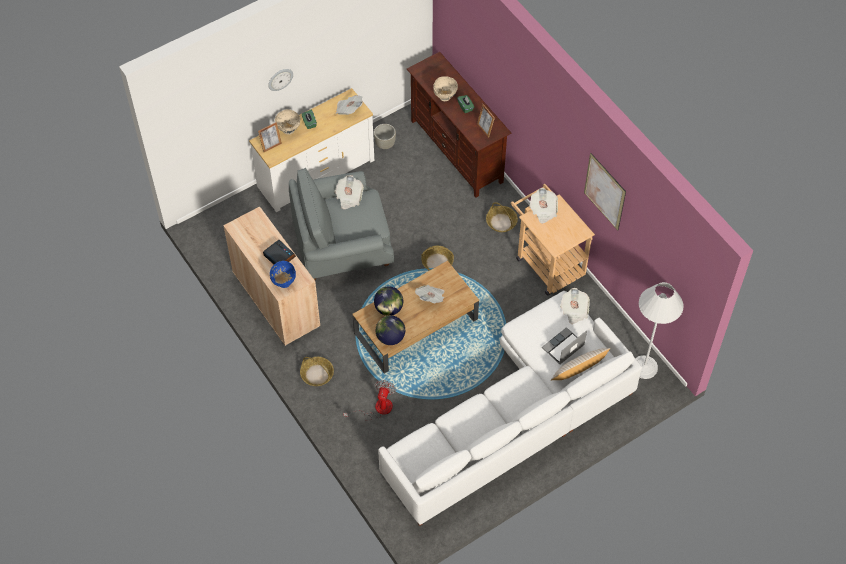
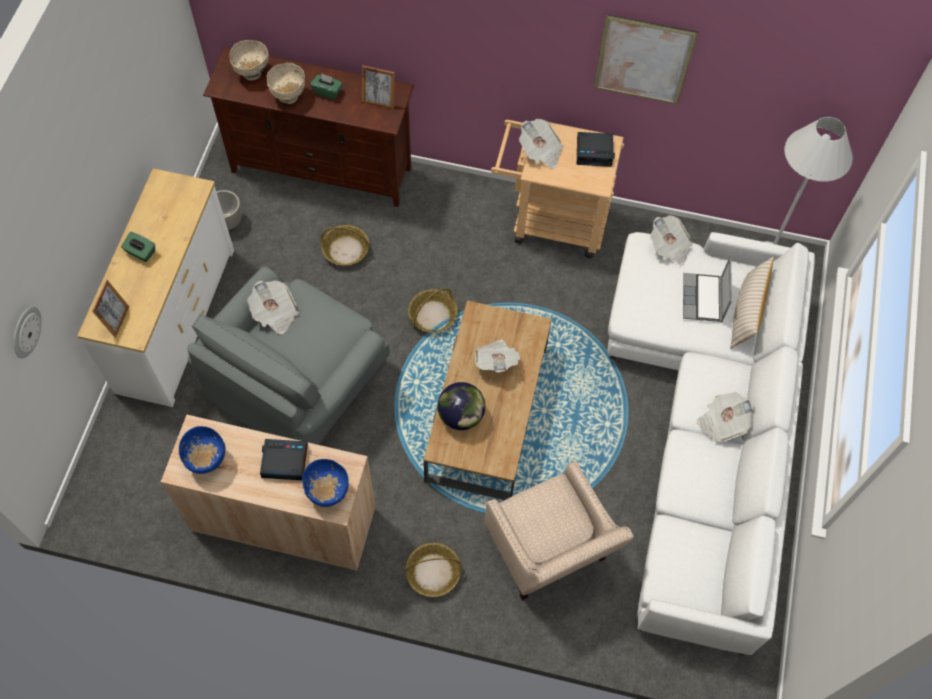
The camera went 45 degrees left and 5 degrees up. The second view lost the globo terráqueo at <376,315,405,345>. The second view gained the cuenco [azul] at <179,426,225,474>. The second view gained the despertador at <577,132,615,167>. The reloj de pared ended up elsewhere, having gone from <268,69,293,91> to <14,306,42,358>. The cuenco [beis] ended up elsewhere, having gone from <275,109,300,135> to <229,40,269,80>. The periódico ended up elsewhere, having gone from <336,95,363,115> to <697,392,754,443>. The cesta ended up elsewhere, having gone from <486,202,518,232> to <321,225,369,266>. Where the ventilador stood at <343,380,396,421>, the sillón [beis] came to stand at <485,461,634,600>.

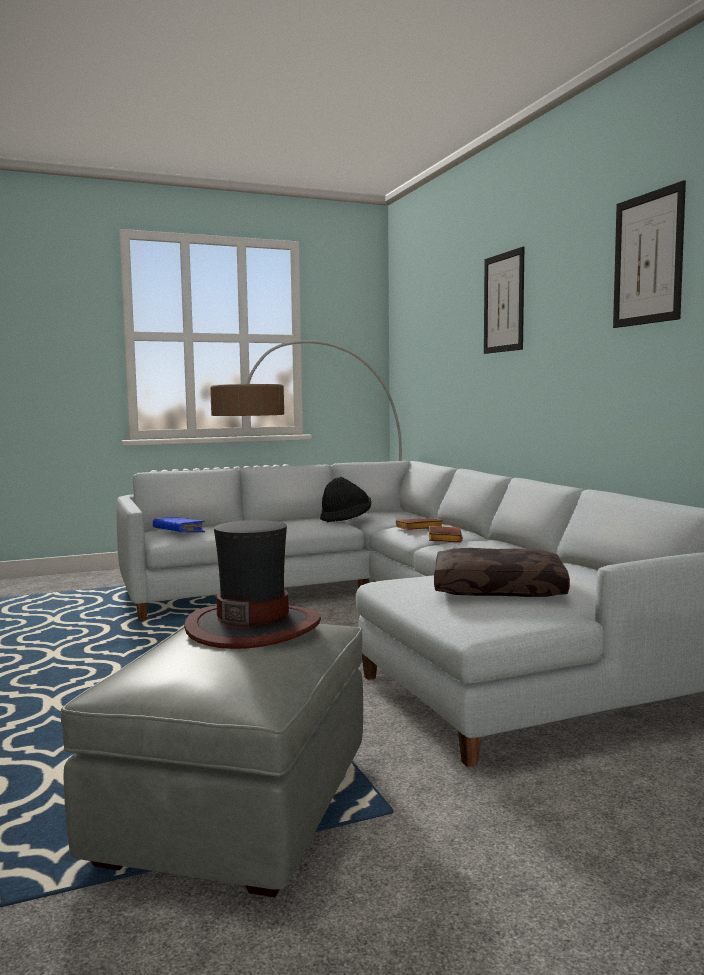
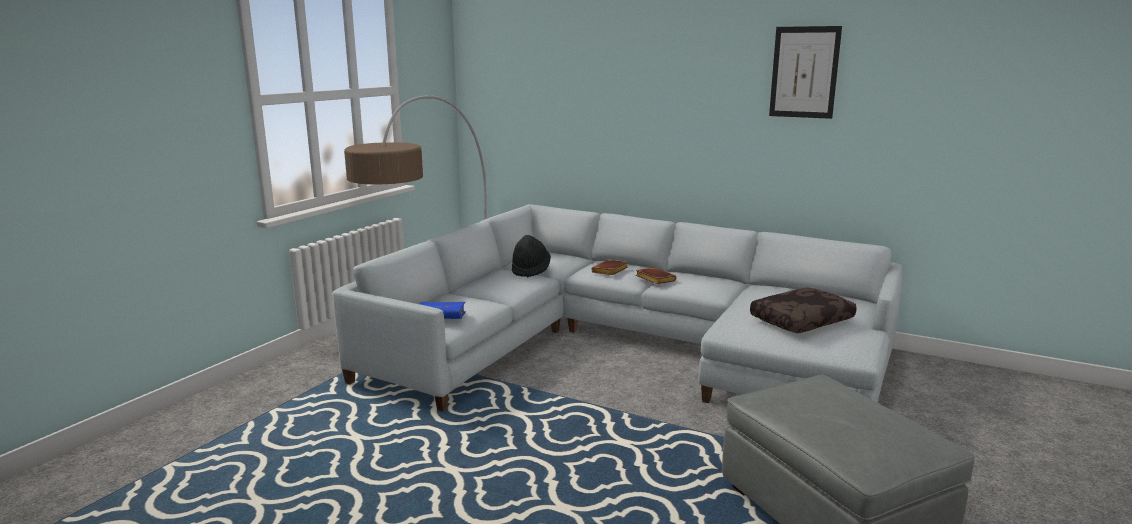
The camera went 40 degrees left and 10 degrees up. The second view lost the sombrero at <184,520,321,649>. The second view lost the cuadro at <484,247,524,354>.

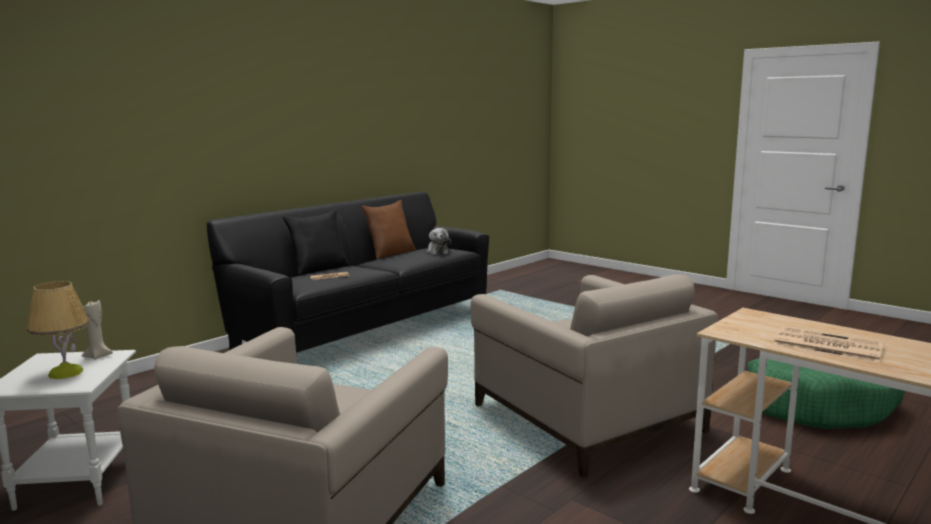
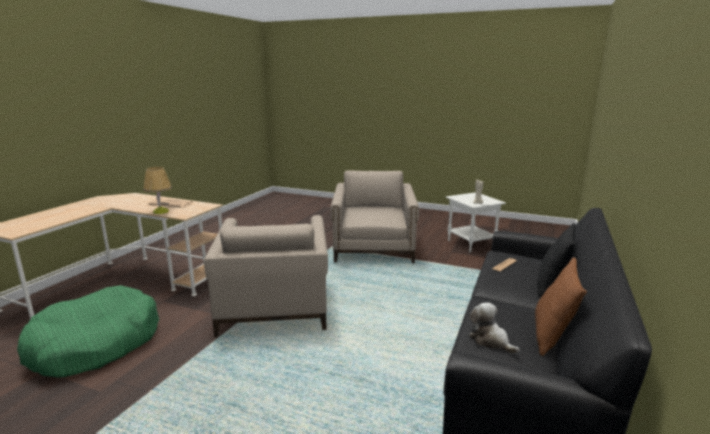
The camera went 160 degrees right and 5 degrees up. The lámpara de mesa ended up elsewhere, having gone from <27,281,90,379> to <143,167,172,214>. The sillón [beis] at <471,274,718,478> ended up facing another way, 135 degrees counterclockwise from before.

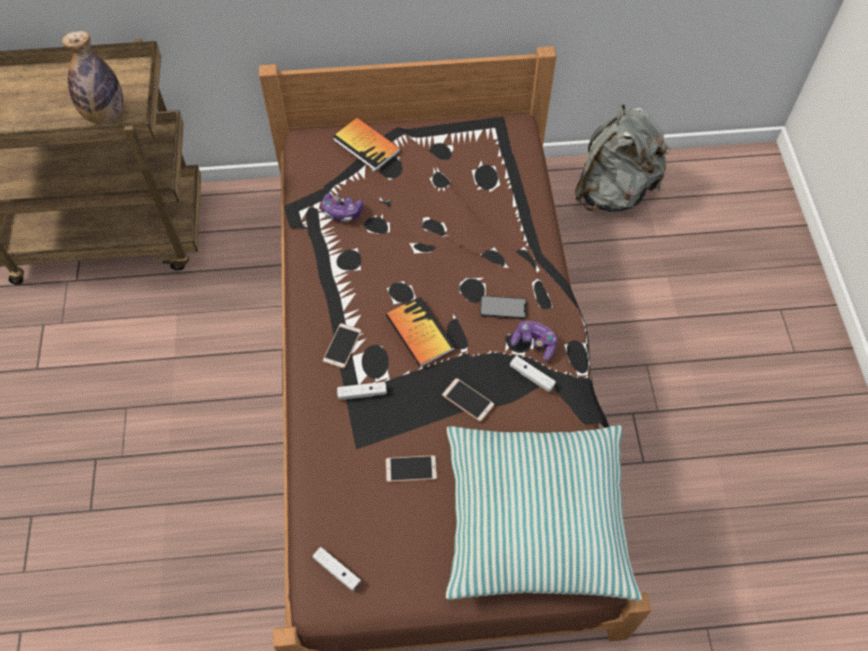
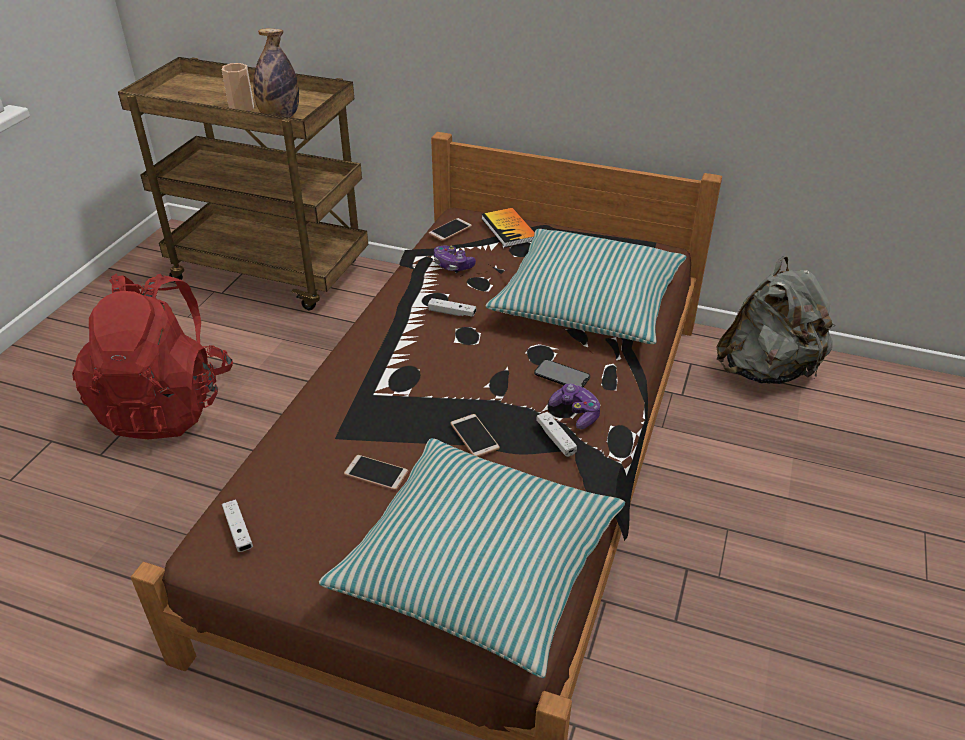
The camera went 25 degrees right and 20 degrees down. The second view lost the libro at <386,297,455,367>. The second view gained the mochila [rojo] at <72,274,233,439>. The second view gained the taza at <222,63,254,111>. The second view gained the cojín at <485,229,686,344>. The móvil ended up elsewhere, having gone from <323,323,362,369> to <429,218,472,241>. The mando de consola [blanco] ended up elsewhere, having gone from <337,382,387,400> to <428,298,476,317>.

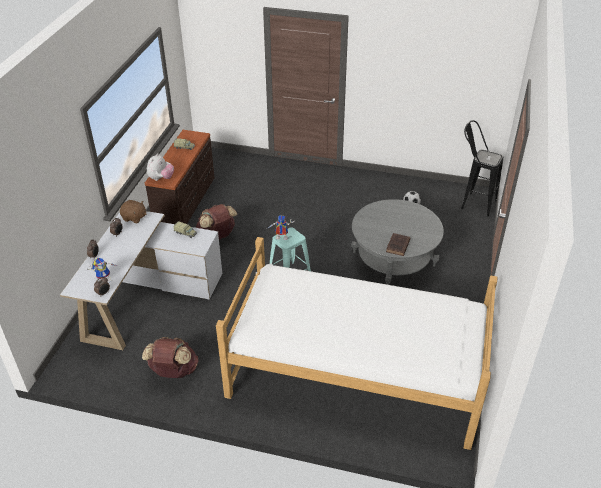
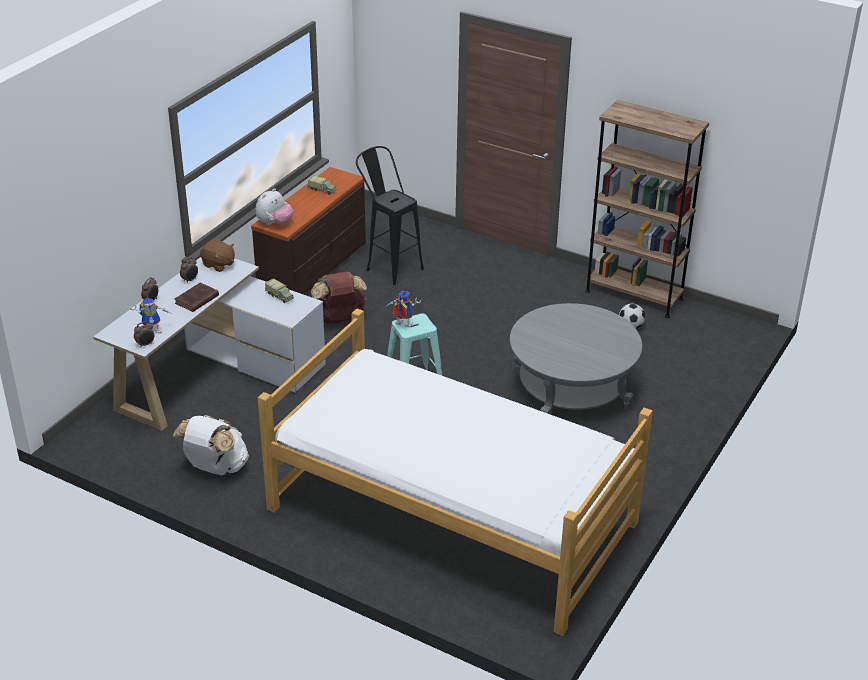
The camera went 15 degrees right and 5 degrees down. The second view gained the estantería [marrón] at <585,100,709,318>. The libro [marrón] ended up elsewhere, having gone from <386,233,410,256> to <175,283,219,312>. The taburete [negro] ended up elsewhere, having gone from <461,120,503,217> to <356,146,424,285>. What was the mochila [marrón] at <142,337,199,378> turned into the mochila [blanco] at <173,415,249,475>.

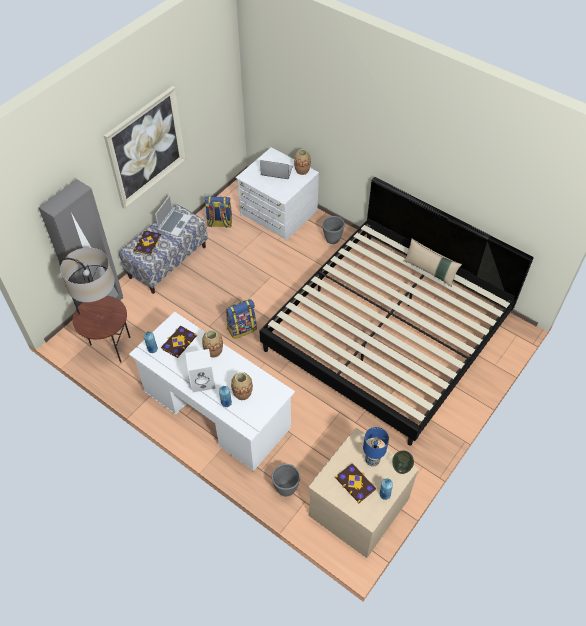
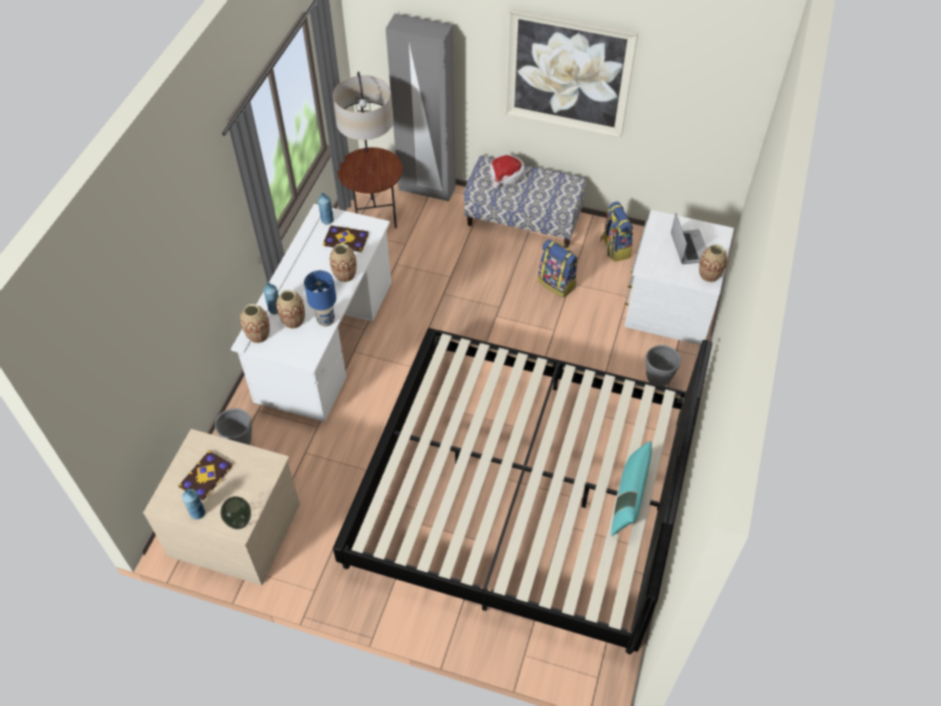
The camera went 70 degrees right and 0 degrees up. The second view lost the portátil at <155,195,192,237>. The second view lost the altavoz [blanco] at <185,349,216,393>. The second view gained the florero at <240,304,270,343>. The mochila ended up elsewhere, having gone from <226,299,257,339> to <538,239,578,298>. The lámpara de mesa [azul] ended up elsewhere, having gone from <363,427,389,467> to <304,270,336,326>. Where the libro stood at <134,230,161,255>, the sombrero came to stand at <490,154,525,189>. What was the cojín [beis] at <404,238,462,287> turned into the cojín [turquesa] at <611,441,652,536>.

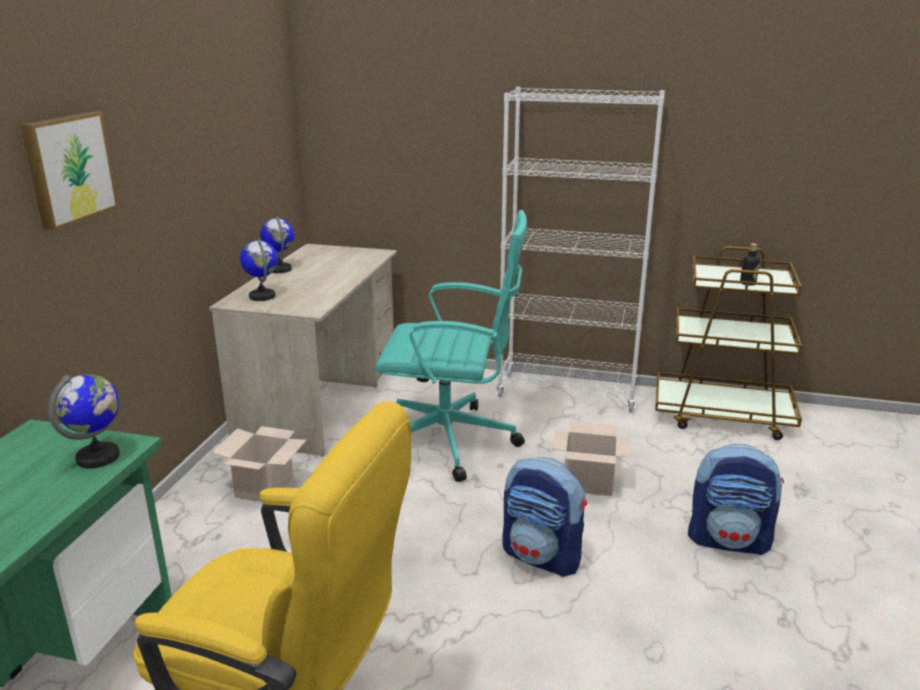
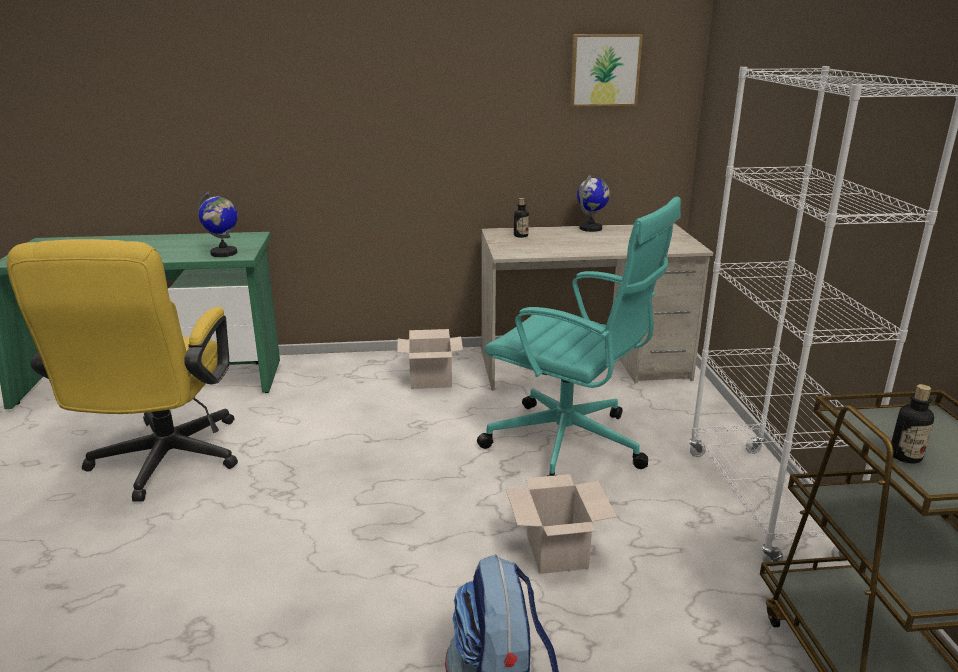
The camera went 70 degrees right and 0 degrees up. The second view lost the mochila at <502,457,587,577>. The cuadro ended up elsewhere, having gone from <21,111,119,230> to <570,34,643,107>. Where the globo terráqueo stood at <240,239,278,301>, the botella came to stand at <514,198,529,238>. The silla de oficina [turquesa] at <375,210,527,482> ended up facing another way, 45 degrees counterclockwise from before.

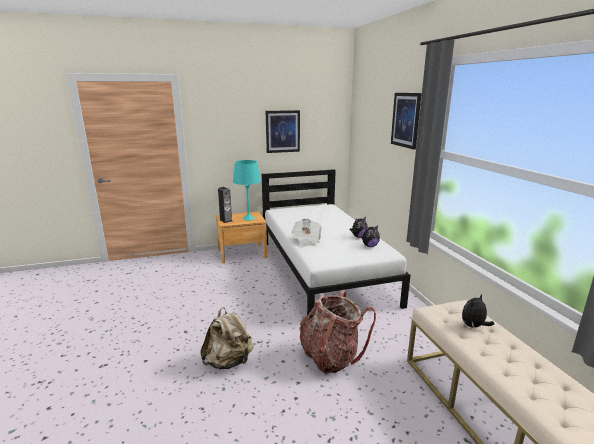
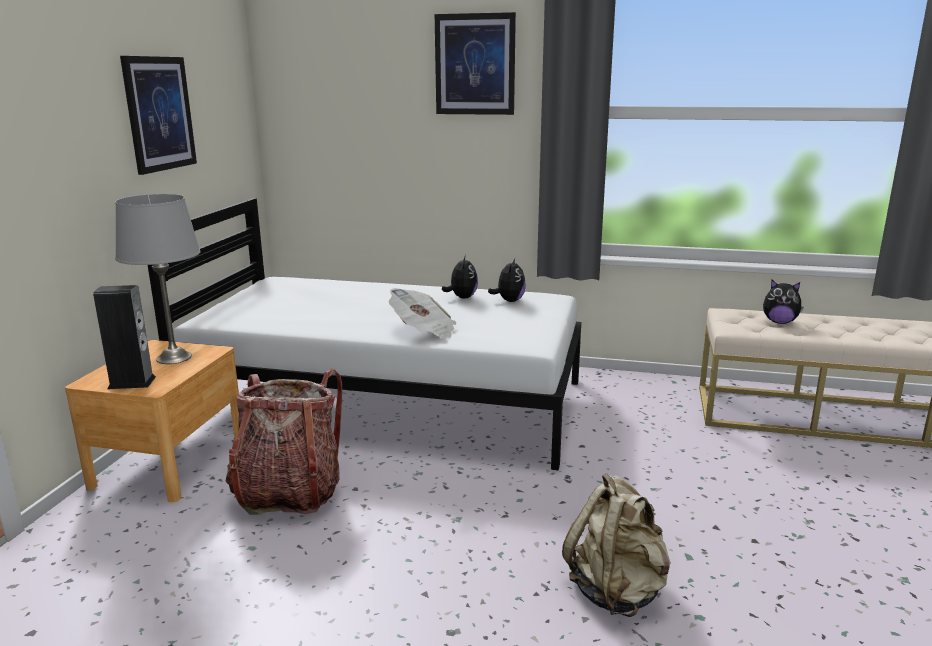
The camera went 60 degrees left and 0 degrees up. The mochila ended up elsewhere, having gone from <299,290,376,374> to <226,369,342,515>. What was the lámpara de mesa [turquesa] at <233,160,261,220> turned into the lámpara de mesa [gris] at <115,194,201,364>. The peluche at <462,293,494,328> ended up facing another way, 60 degrees counterclockwise from before.

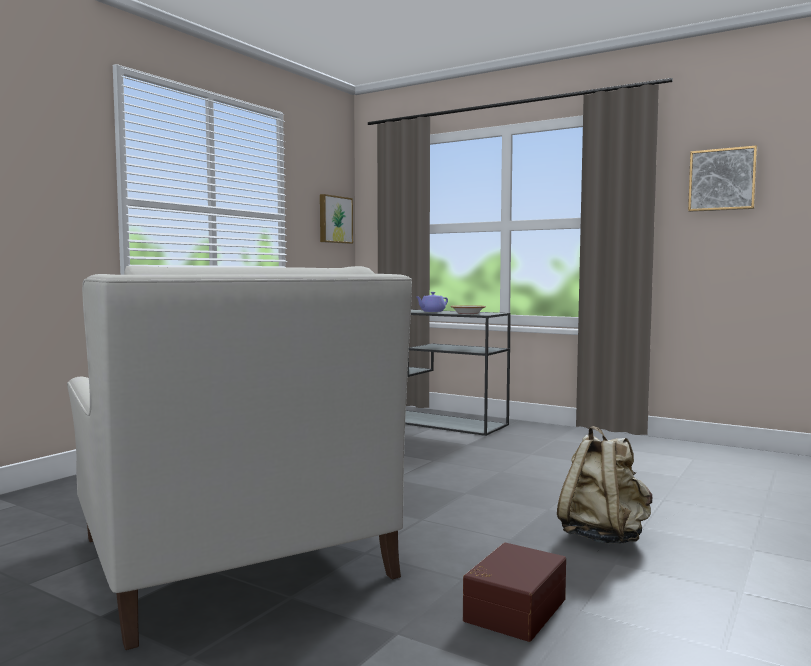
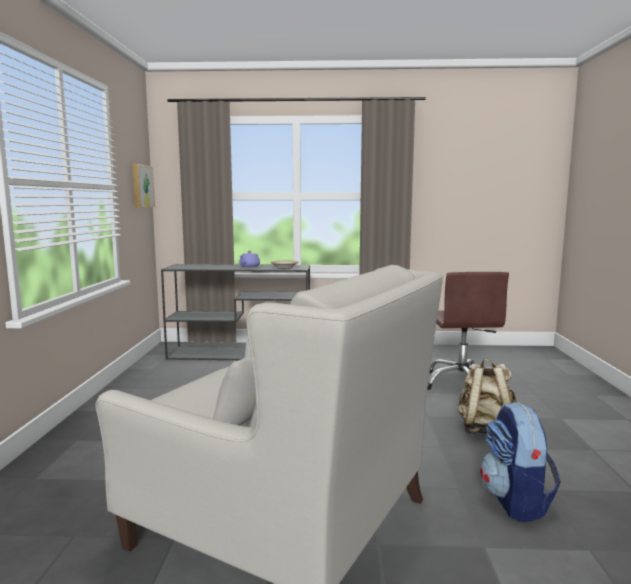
The camera went 30 degrees left and 5 degrees up. The second view lost the cuadro at <688,145,757,212>. The second view gained the silla de oficina [marrón] at <428,272,509,390>. Where the caja de almacenaje [marrón] stood at <463,542,566,642>, the mochila came to stand at <480,402,561,522>.

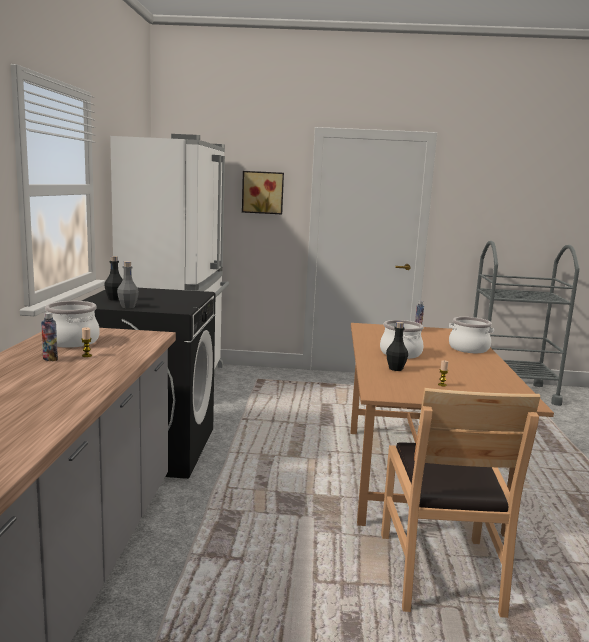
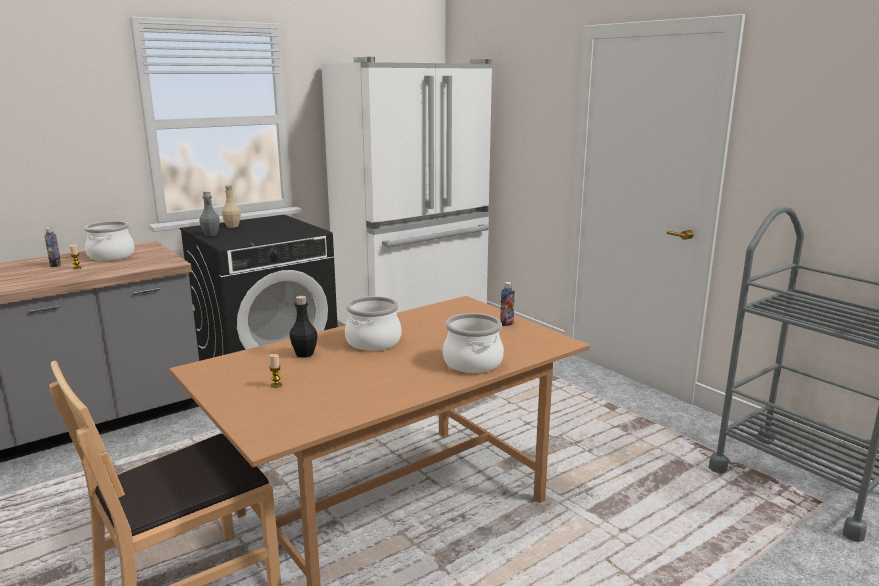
The camera went 50 degrees right and 5 degrees up. The second view lost the cuadro at <242,171,284,214>. What was the botella [negro] at <104,256,123,301> turned into the botella [beis] at <222,185,241,228>.

